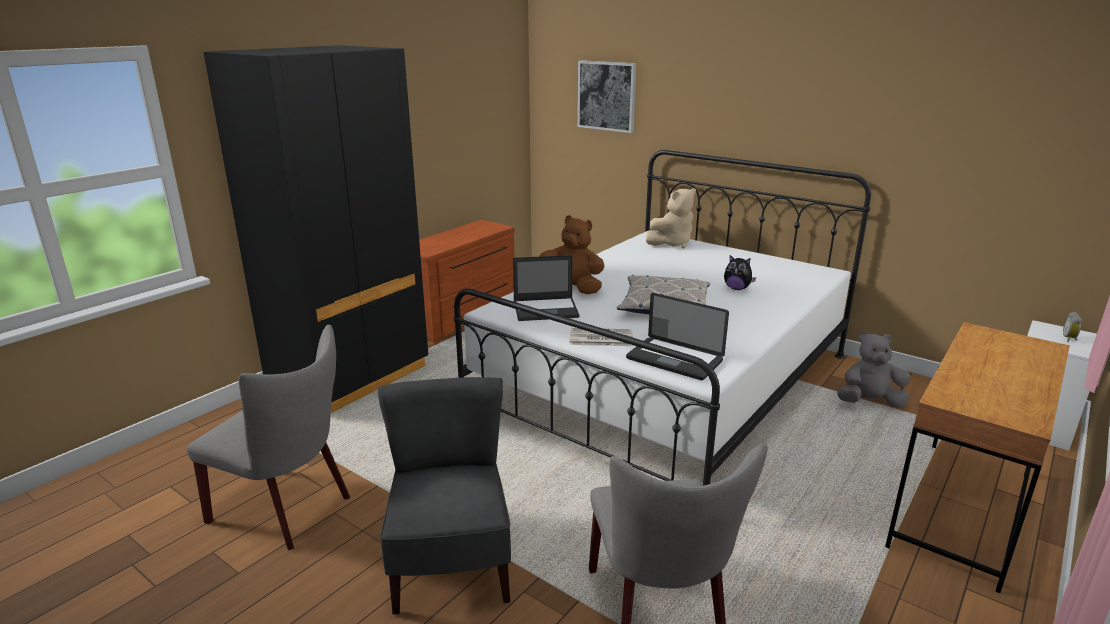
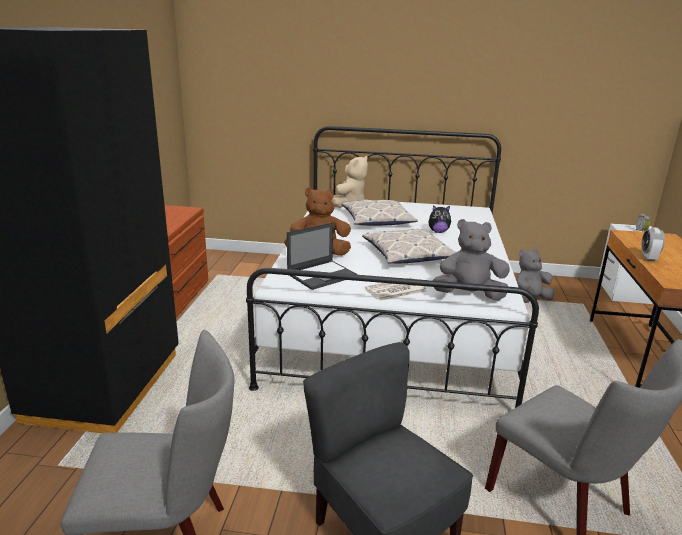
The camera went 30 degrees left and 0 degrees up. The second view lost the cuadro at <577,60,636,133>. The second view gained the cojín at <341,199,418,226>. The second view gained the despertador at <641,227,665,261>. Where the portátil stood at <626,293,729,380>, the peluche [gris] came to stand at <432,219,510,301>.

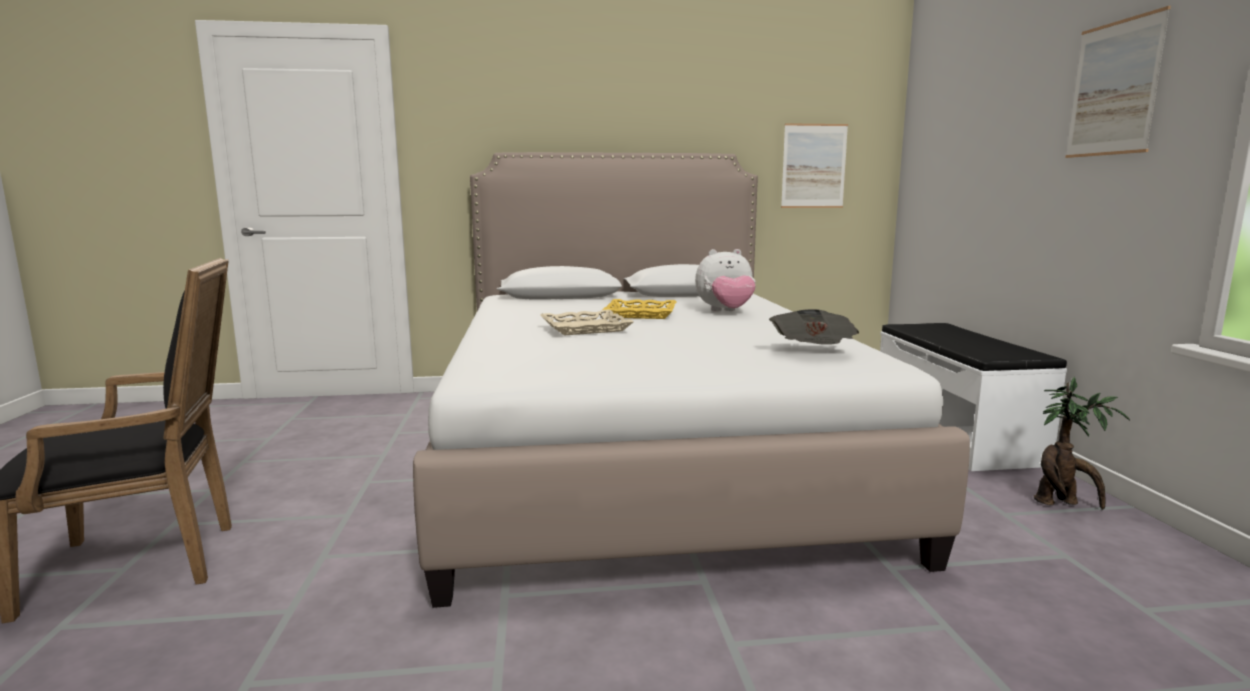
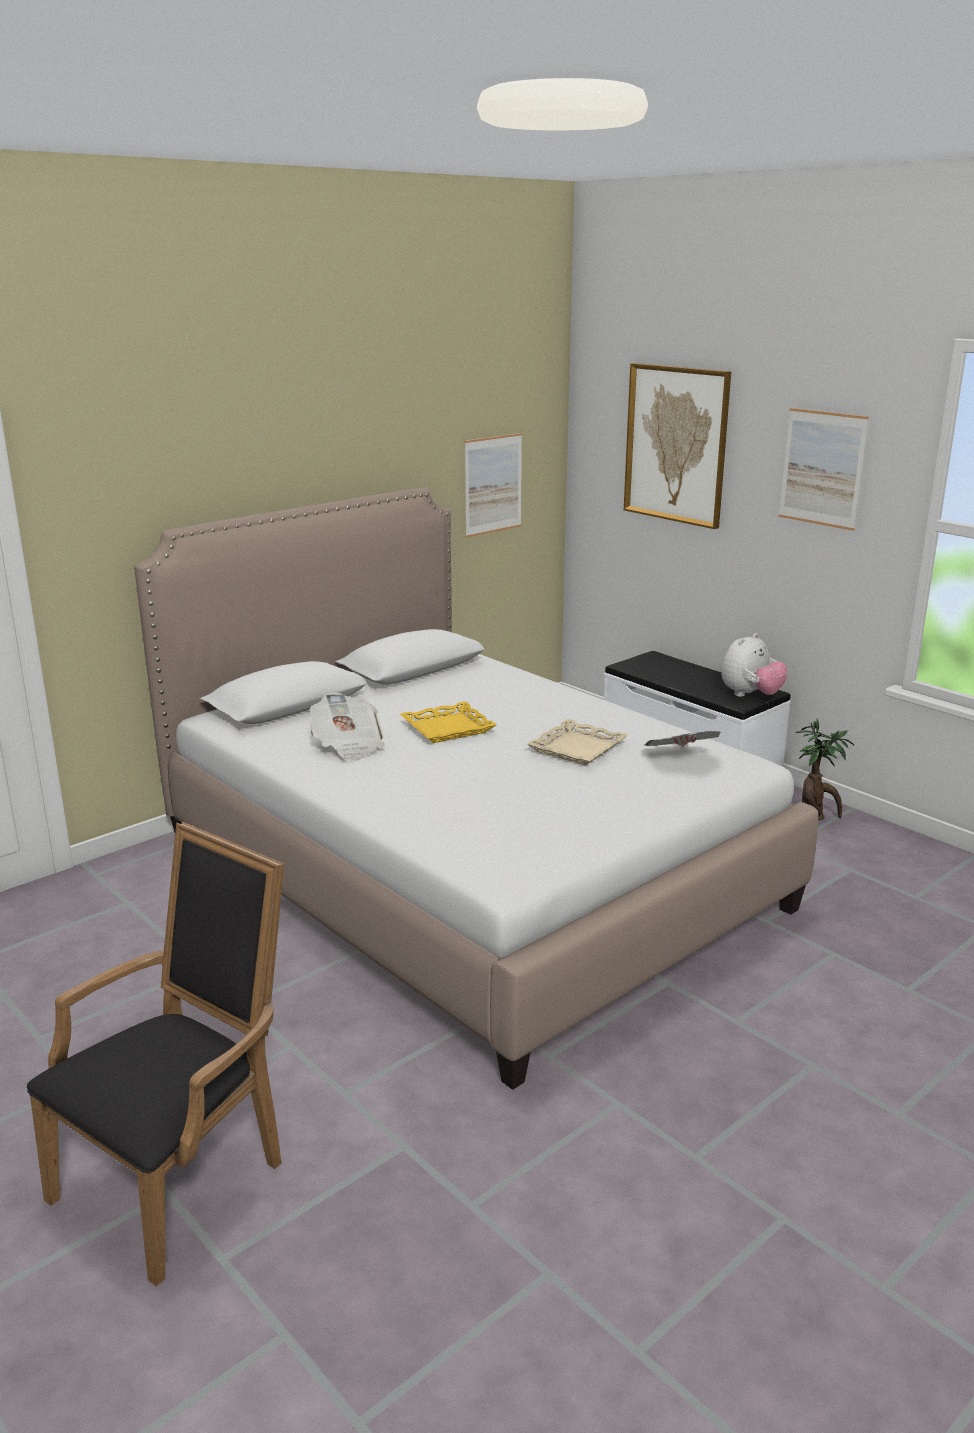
The camera went 35 degrees left and 10 degrees up. The second view gained the periódico at <310,692,385,763>. The second view gained the cuadro at <624,363,731,529>. The bandeja [beis] ended up elsewhere, having gone from <540,309,634,336> to <527,719,628,765>. The peluche ended up elsewhere, having gone from <695,249,756,312> to <721,633,788,697>.

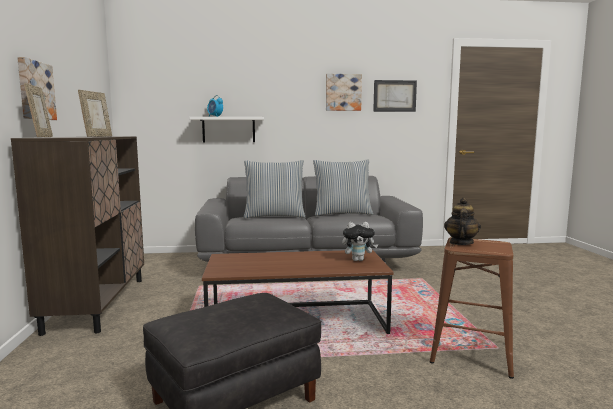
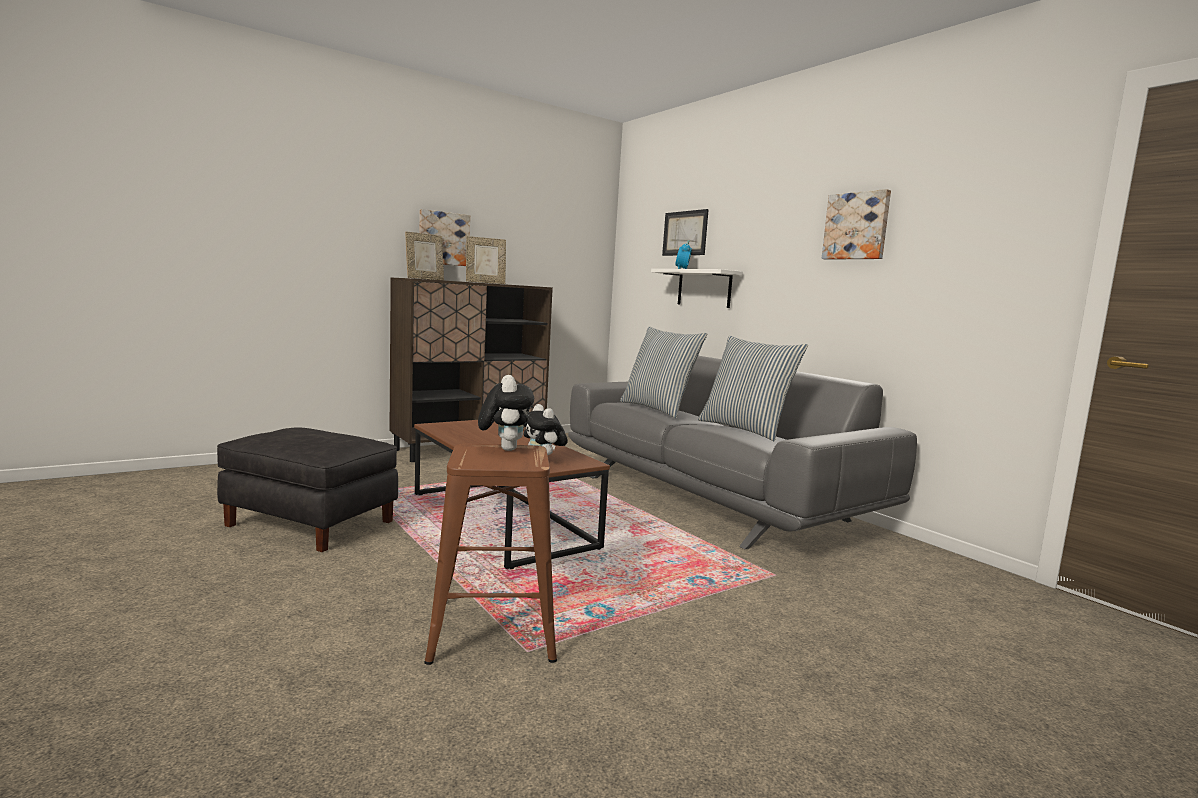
The camera went 60 degrees right and 0 degrees up. The cuadro ended up elsewhere, having gone from <373,80,417,112> to <662,209,709,256>. Where the tetera stood at <444,198,481,245>, the peluche came to stand at <478,375,534,451>.

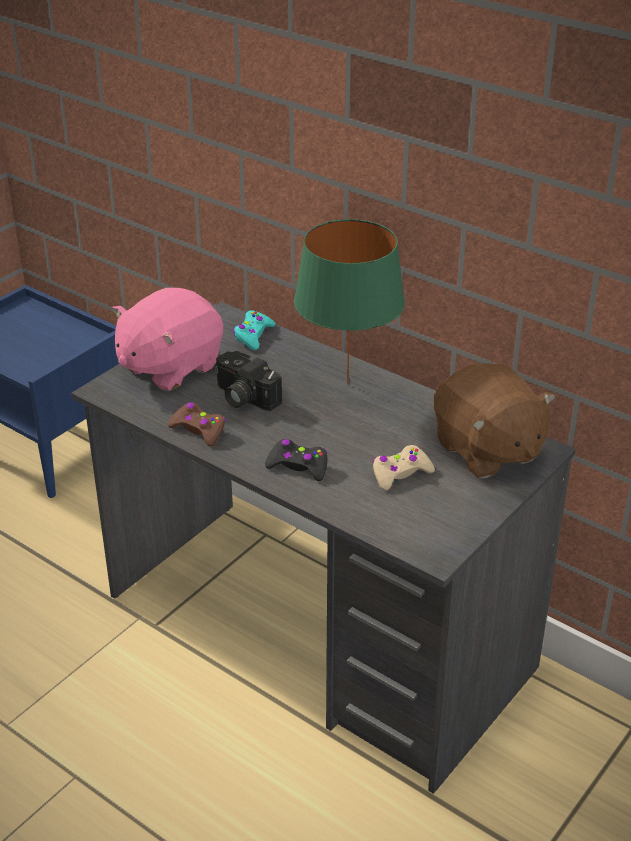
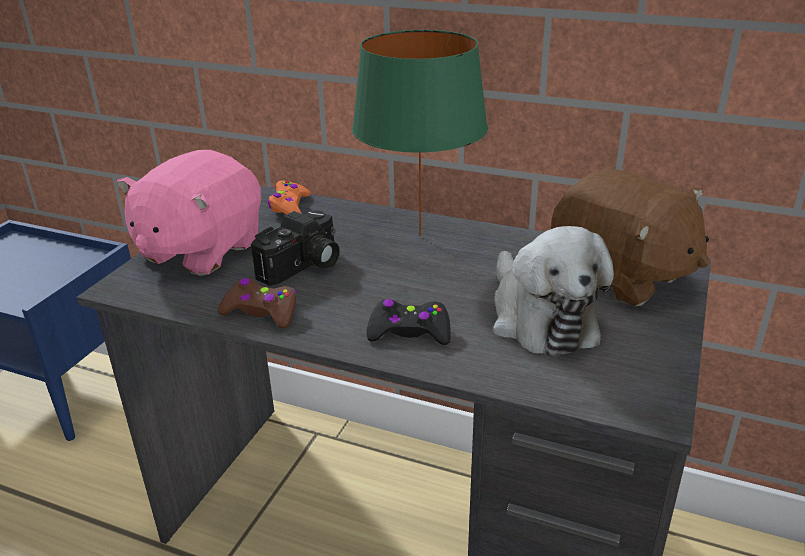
The camera went 15 degrees left and 5 degrees down. Where the mando de consola [beis] stood at <372,445,435,491>, the peluche came to stand at <493,226,614,357>. What was the mando de consola [turquesa] at <233,310,276,350> turned into the mando de consola [naranja] at <267,180,311,215>. The cámara at <214,351,282,411> ended up facing another way, 75 degrees counterclockwise from before.

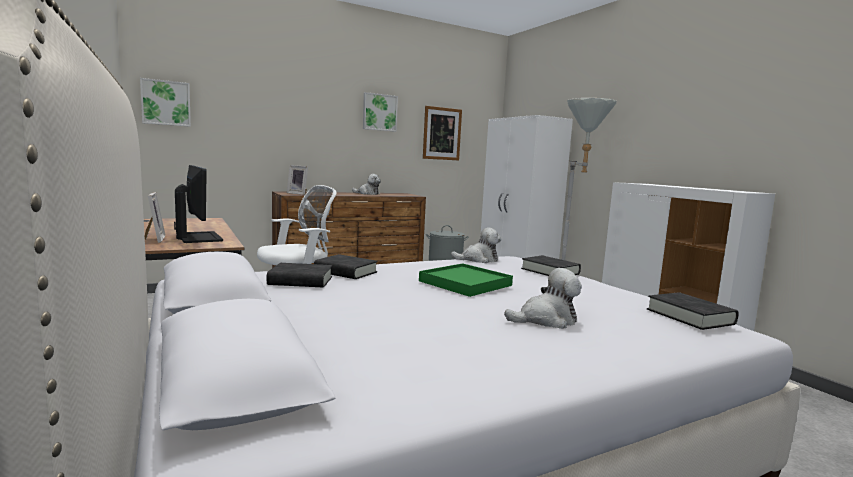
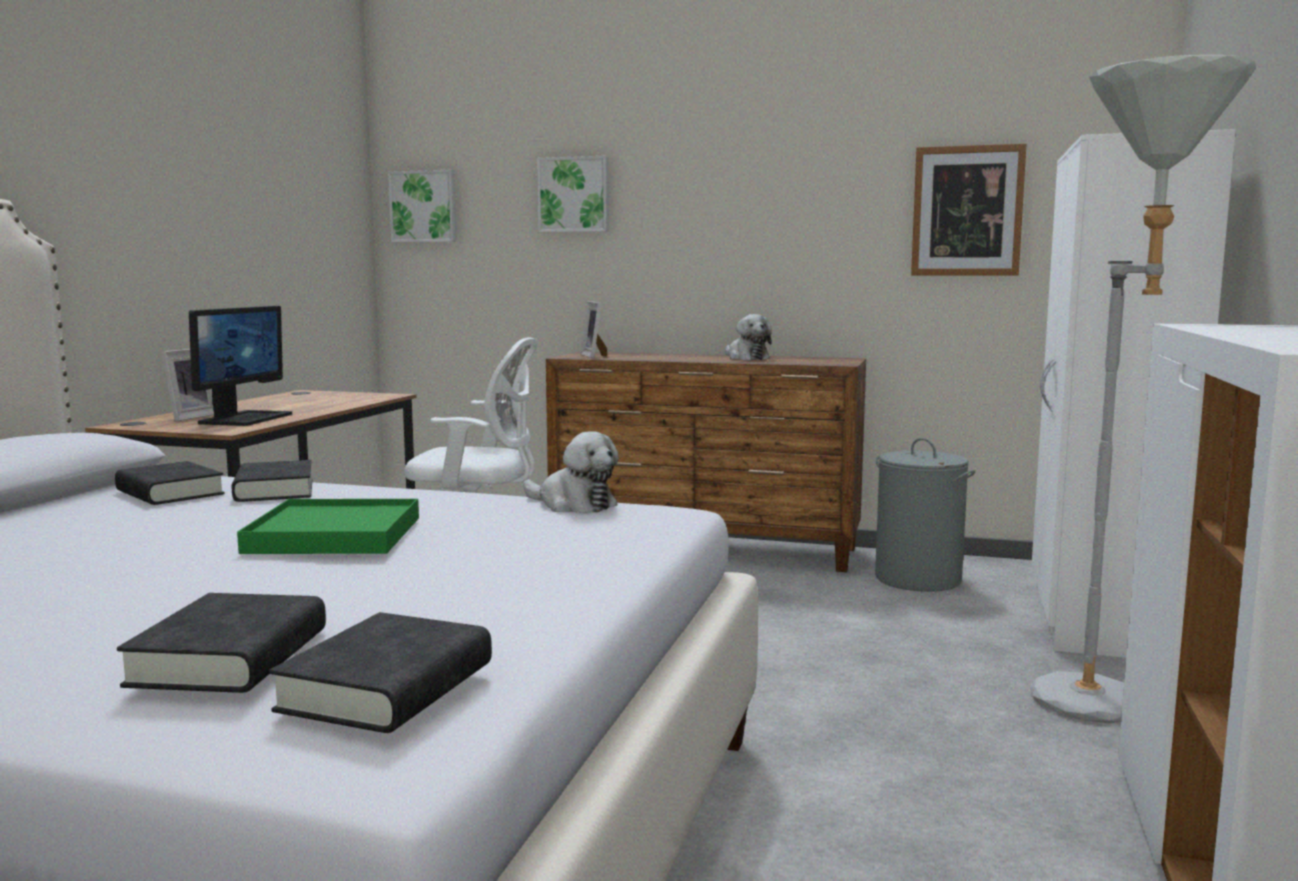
The camera went 45 degrees right and 0 degrees up. The second view lost the peluche at <504,268,582,329>. The cuadro ended up elsewhere, having gone from <363,92,398,132> to <537,156,609,232>. The libro [negro] ended up elsewhere, having gone from <521,255,581,276> to <117,593,326,693>.

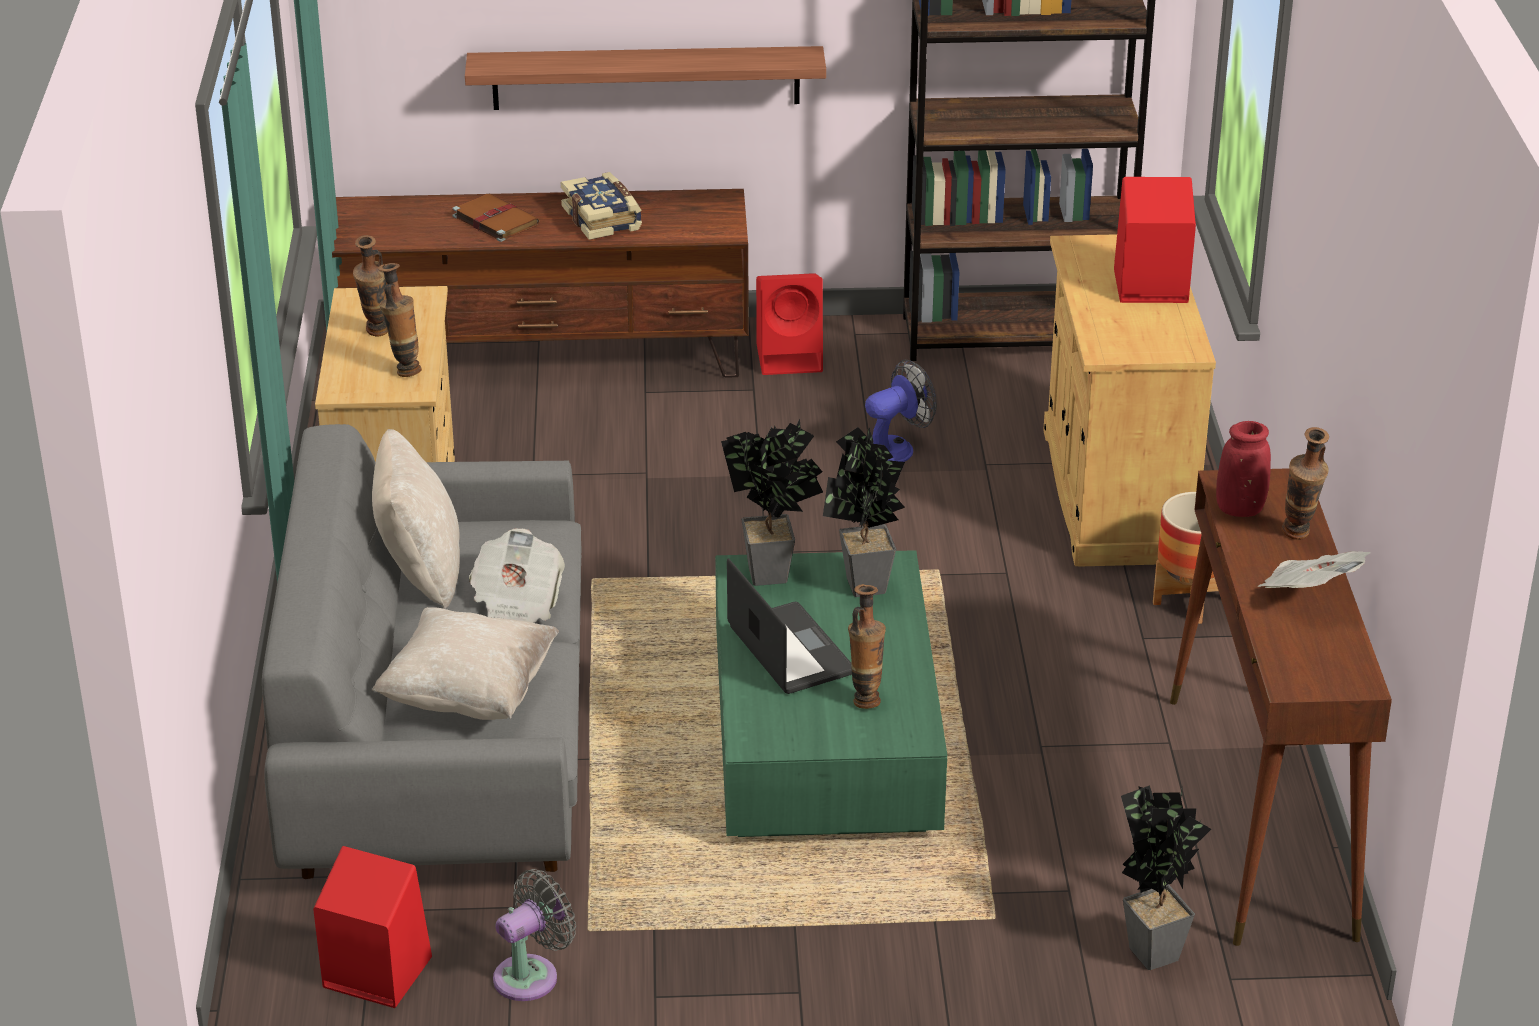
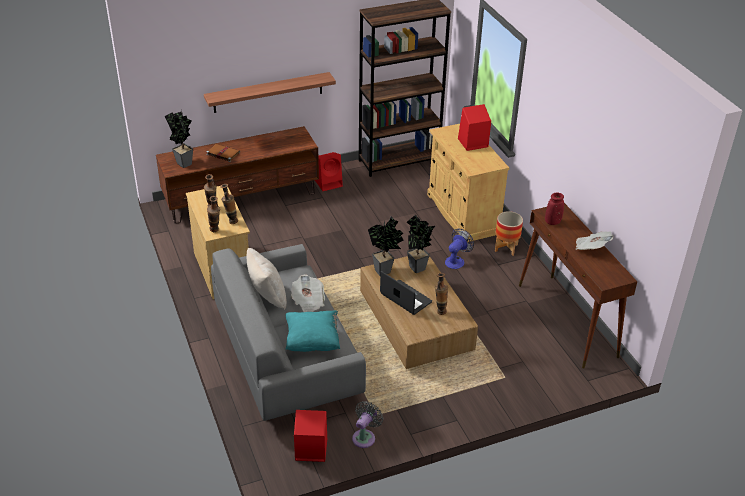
The camera went 20 degrees left and 5 degrees up. The second view lost the libro at <561,172,642,240>. The ventilador ended up elsewhere, having gone from <865,360,937,462> to <445,229,474,269>. The planta en maceta ended up elsewhere, having gone from <1121,785,1211,970> to <165,111,193,168>. The florero ended up elsewhere, having gone from <1282,427,1329,540> to <207,196,220,232>. What was the cojín [beis] at <372,607,559,720> turned into the cojín [turquesa] at <285,310,340,352>. What was the mesa de centro [verde] at <715,550,948,837> turned into the mesa de centro [marrón] at <360,256,478,369>.

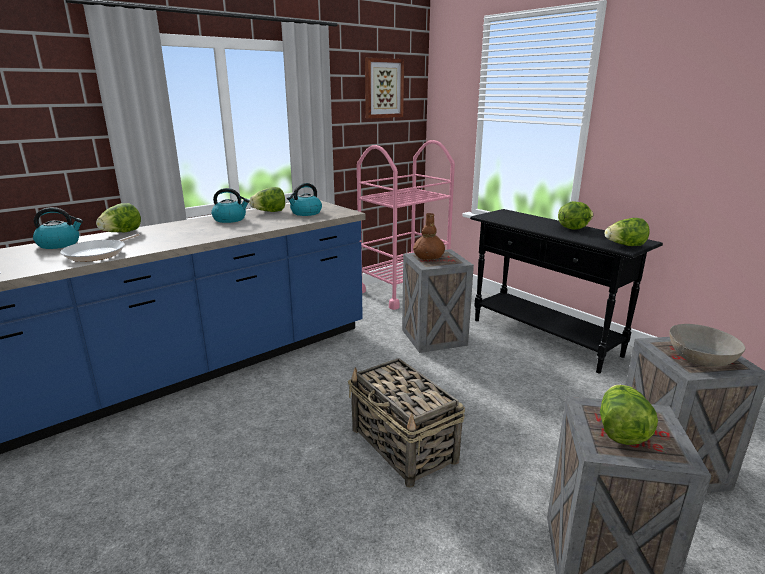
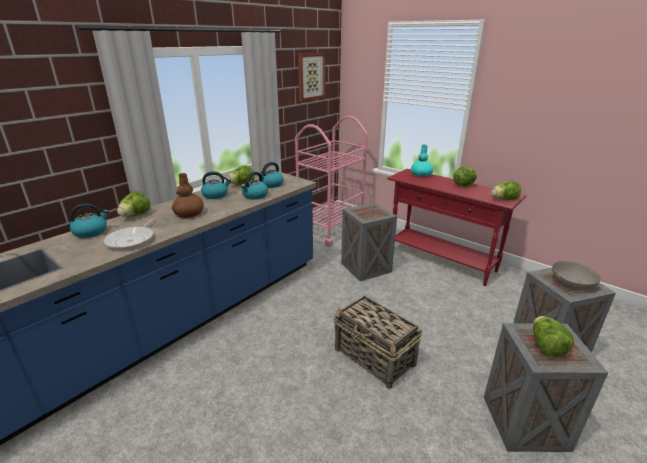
The camera went 10 degrees left and 5 degrees up. The second view gained the hervidor at <241,172,268,200>. The second view gained the florero [turquesa] at <411,145,433,177>. The florero [marrón] ended up elsewhere, having gone from <413,213,445,260> to <172,173,204,218>. What was the mesa consola [negro] at <470,209,663,373> turned into the mesa consola [rojo] at <387,169,526,286>.

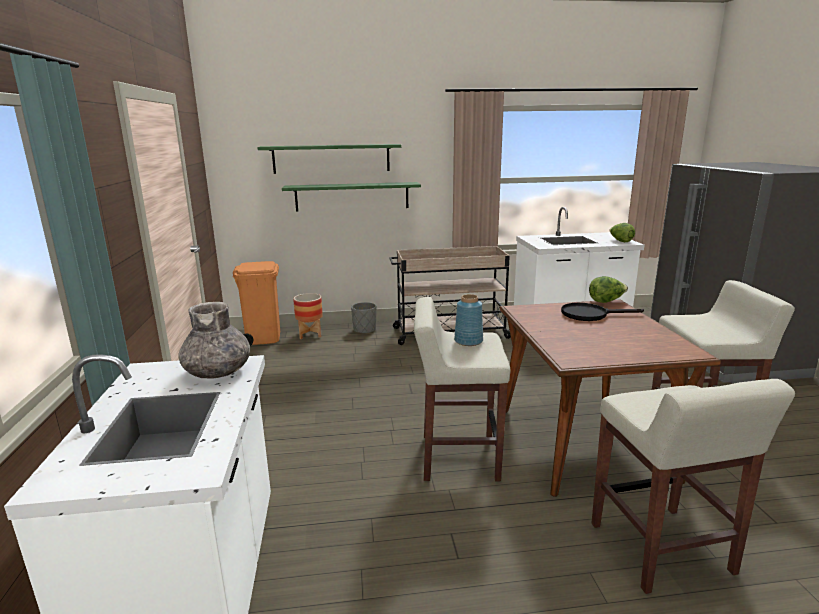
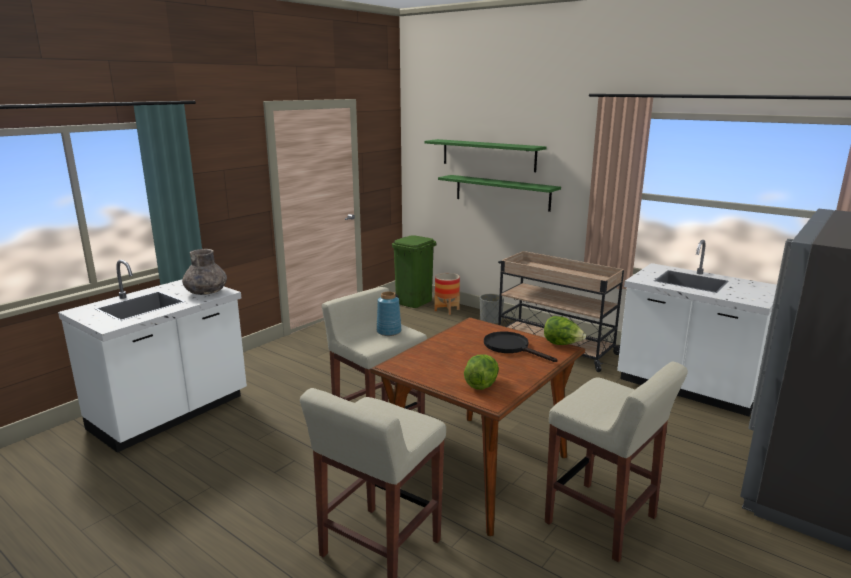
The camera went 45 degrees right and 0 degrees up. The lechuga ended up elsewhere, having gone from <610,223,635,242> to <464,354,499,390>. What was the papelera [naranja] at <233,261,280,346> turned into the papelera [verde] at <392,236,436,308>.

